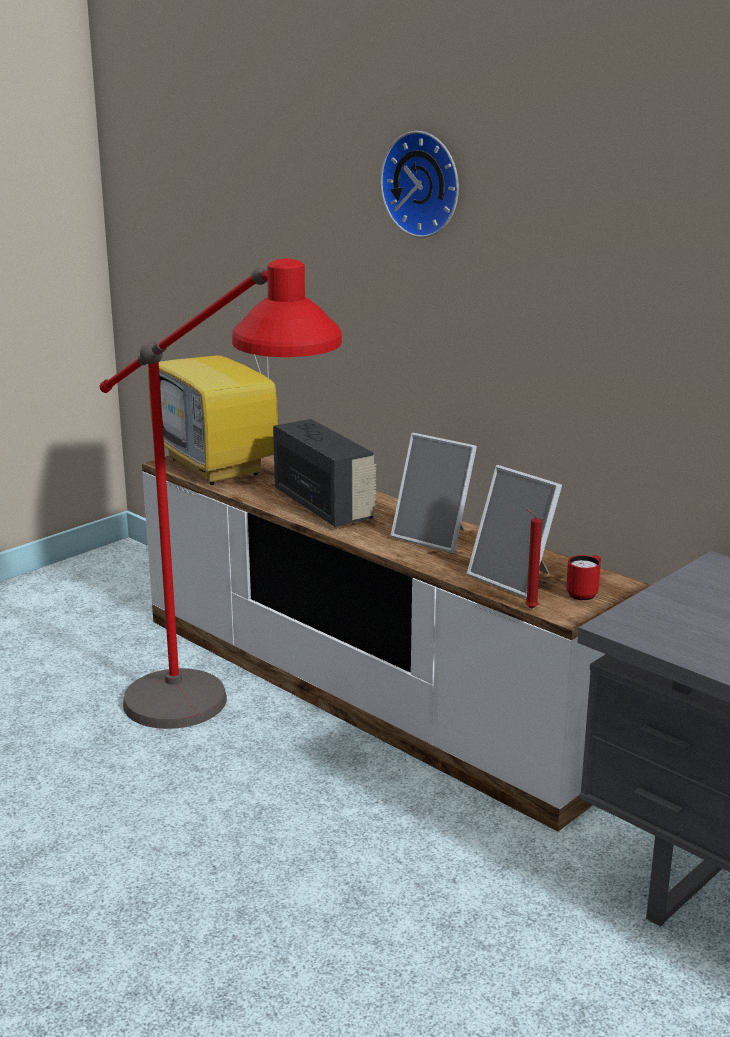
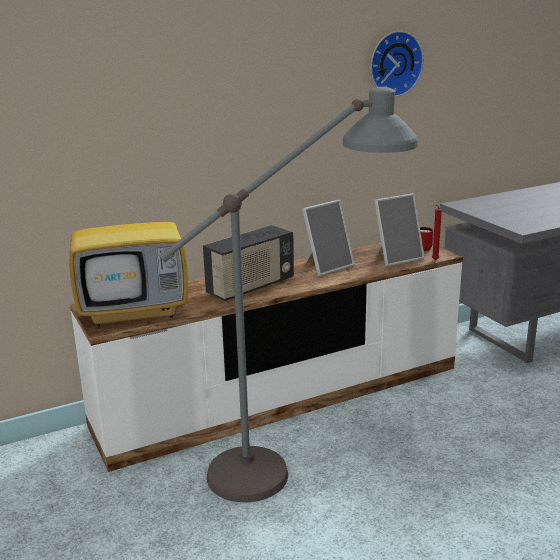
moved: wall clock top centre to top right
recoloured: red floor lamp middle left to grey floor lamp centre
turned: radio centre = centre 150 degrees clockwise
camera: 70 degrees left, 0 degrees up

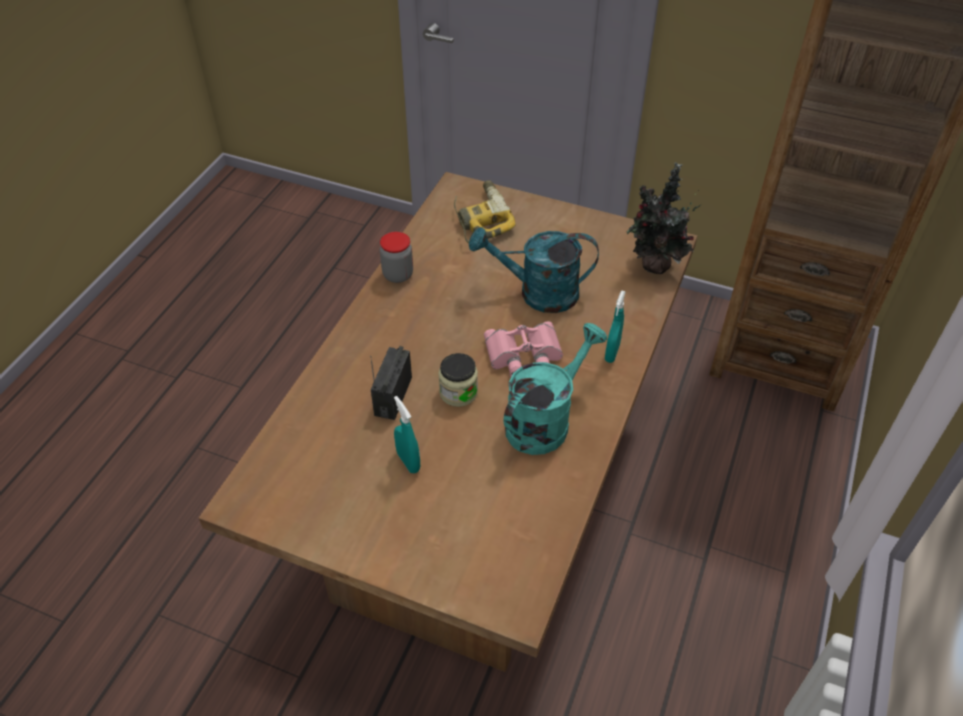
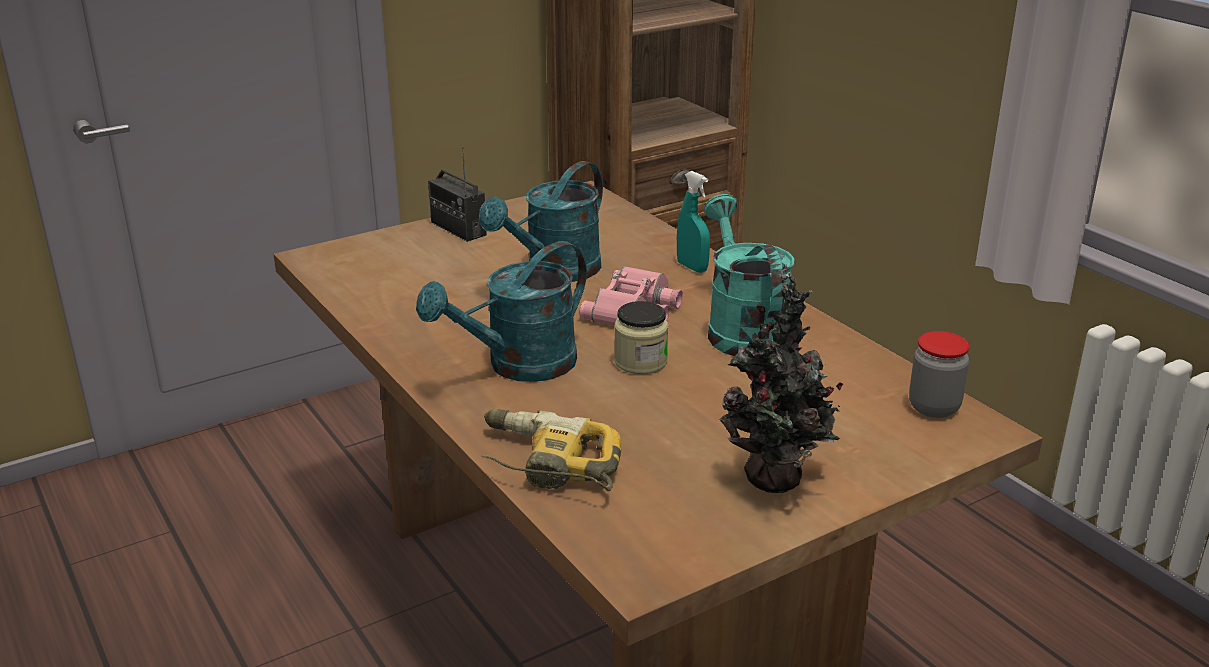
removed: turquoise spray bottle (1st from left) centre
added: turquoise watering can (1st from left) centre
moved: radio centre to top centre; jar (1st from left in the first image) centre to jar (2nd from left) middle right; power drill top centre to bottom centre; potted plant top right to centre
camera: 55 degrees left, 20 degrees down

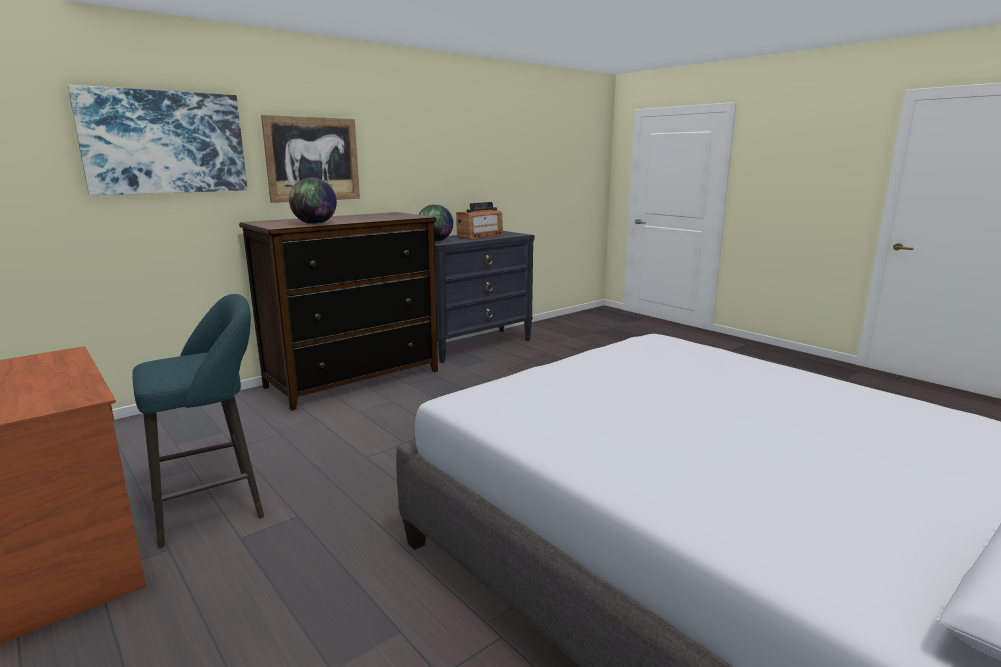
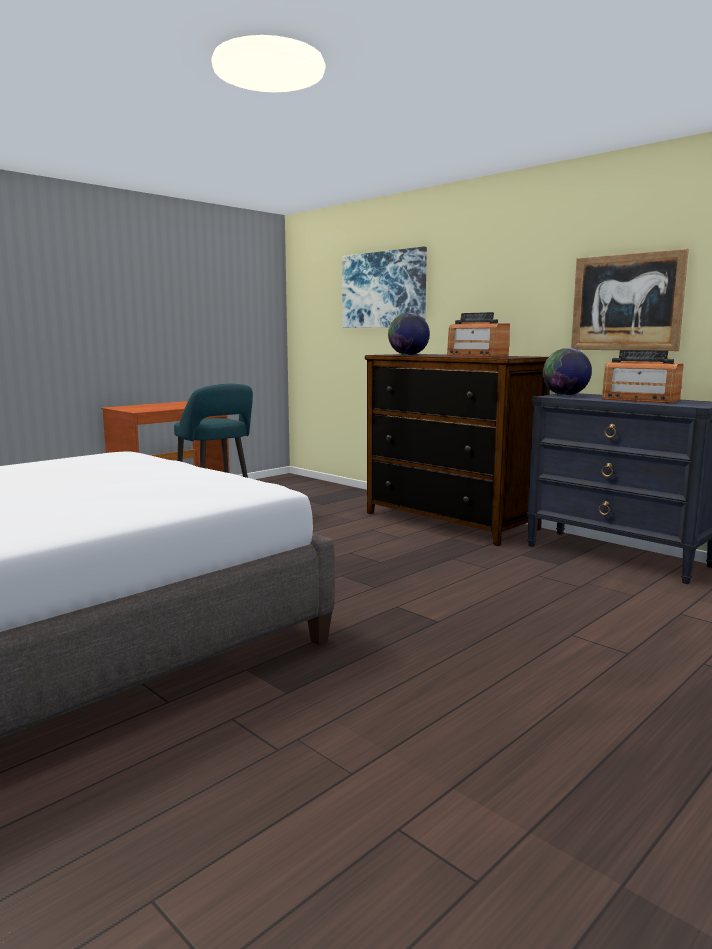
added: radio (1st from left) middle right
moved: picture (2nd from left) top left to top right
camera: 85 degrees right, 5 degrees down

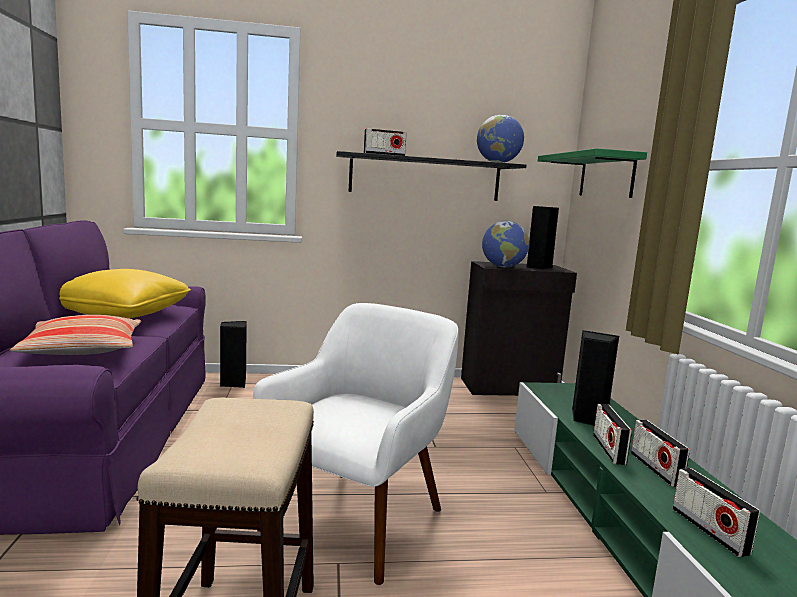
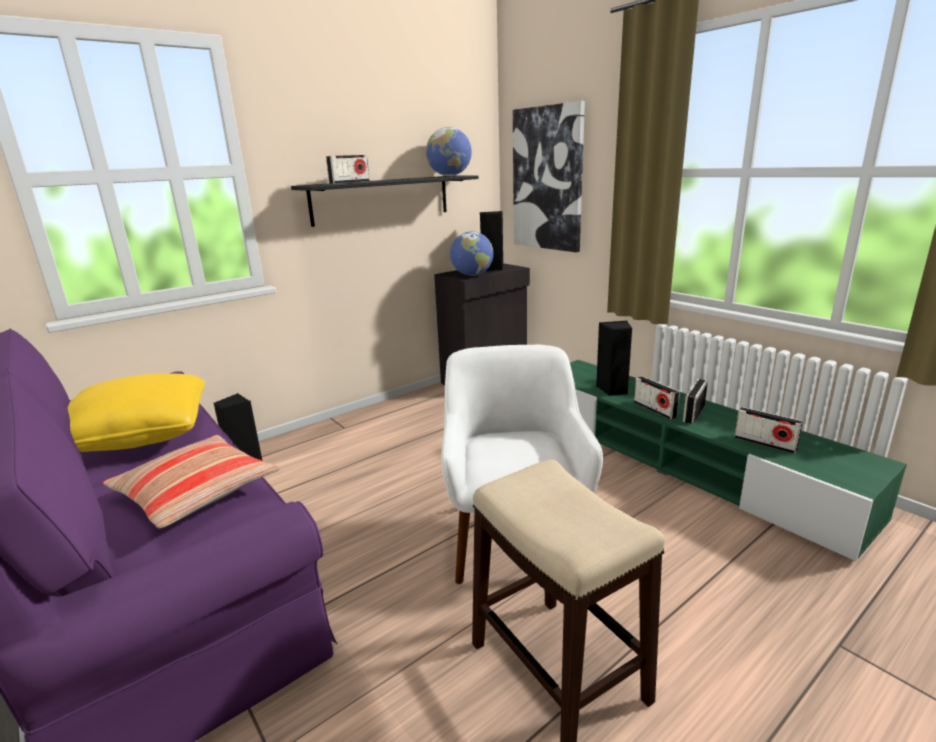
replaced: green shelf top right to picture top centre
turned: radio (3rd from left) bottom right = middle right 75 degrees clockwise
camera: 30 degrees left, 10 degrees up

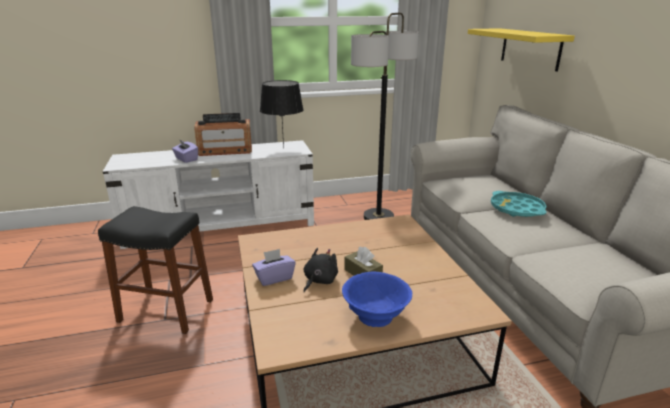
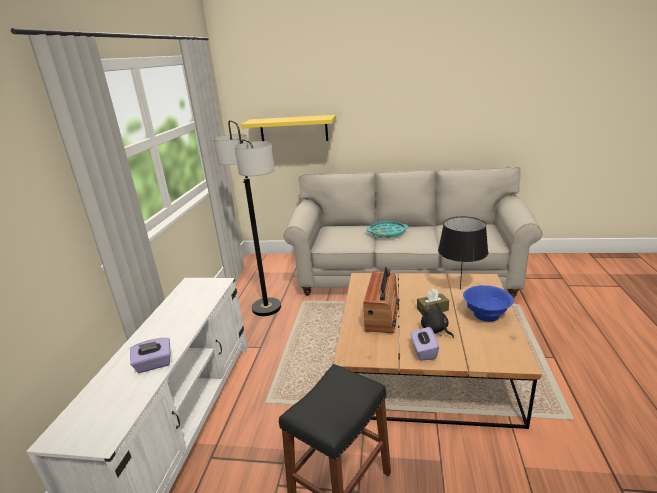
moved: radio top left to centre; black table lamp top centre to middle right
camera: 65 degrees left, 0 degrees up

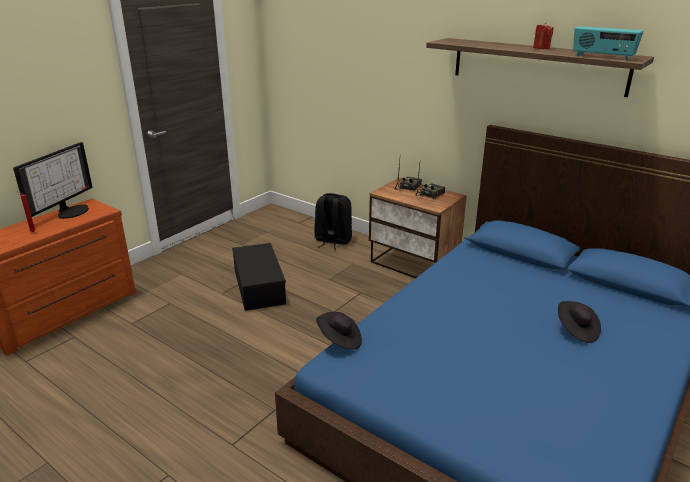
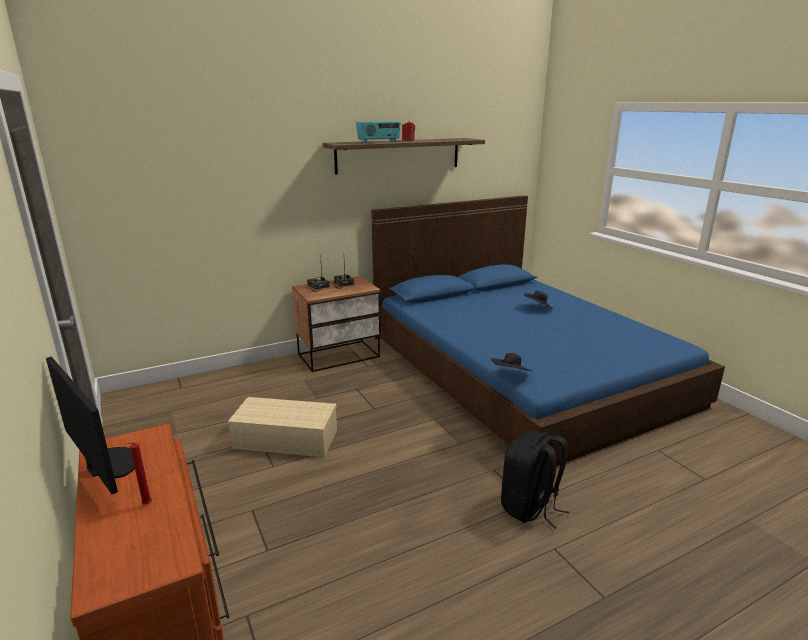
moved: black backpack centre to bottom centre; radio (3rd from left) top right to top centre
recoloured: black storage box centre to beige storage box bottom centre
camera: 65 degrees left, 5 degrees down

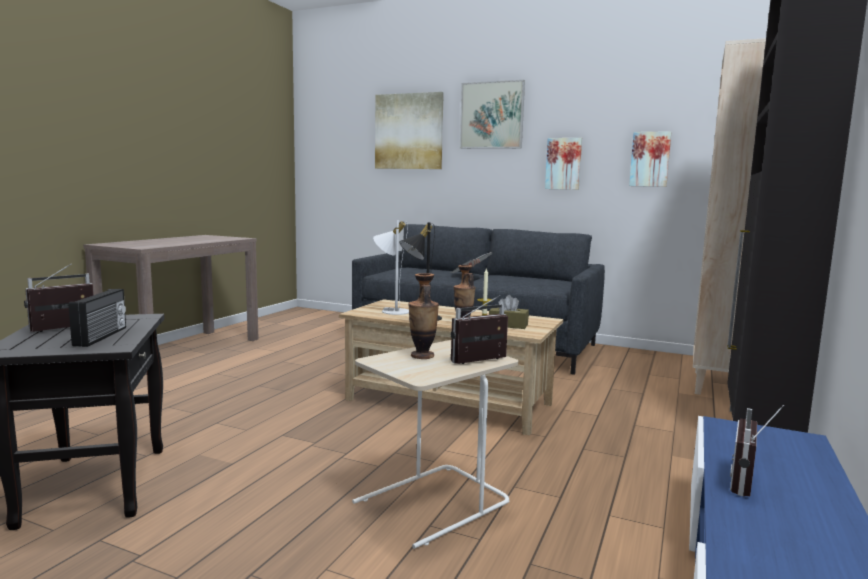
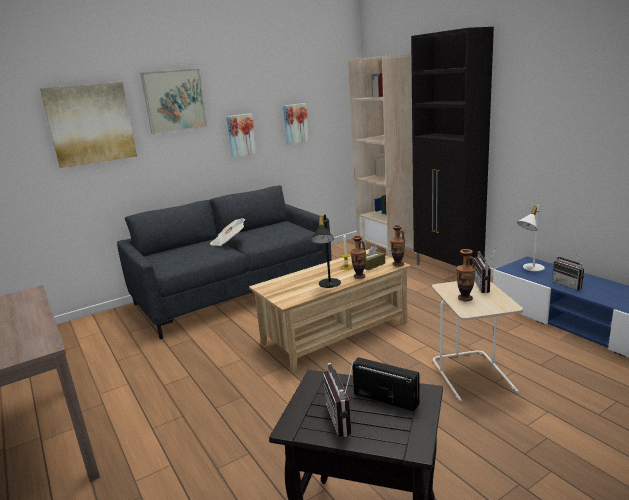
added: vase (2nd from left) centre
moved: white table lamp centre to middle right
camera: 55 degrees left, 10 degrees up

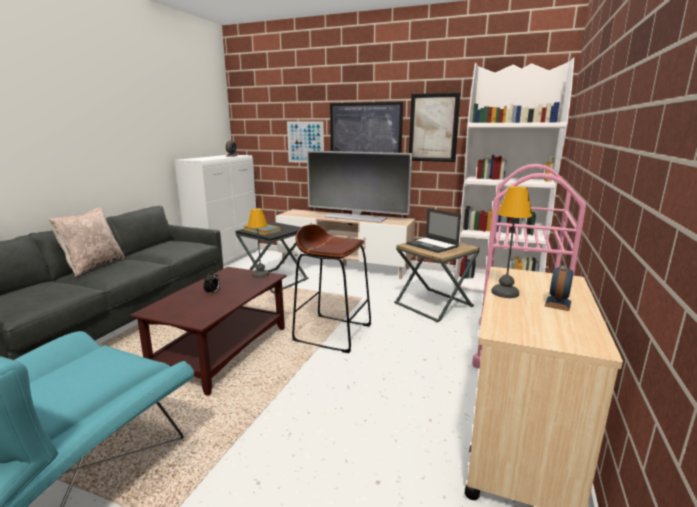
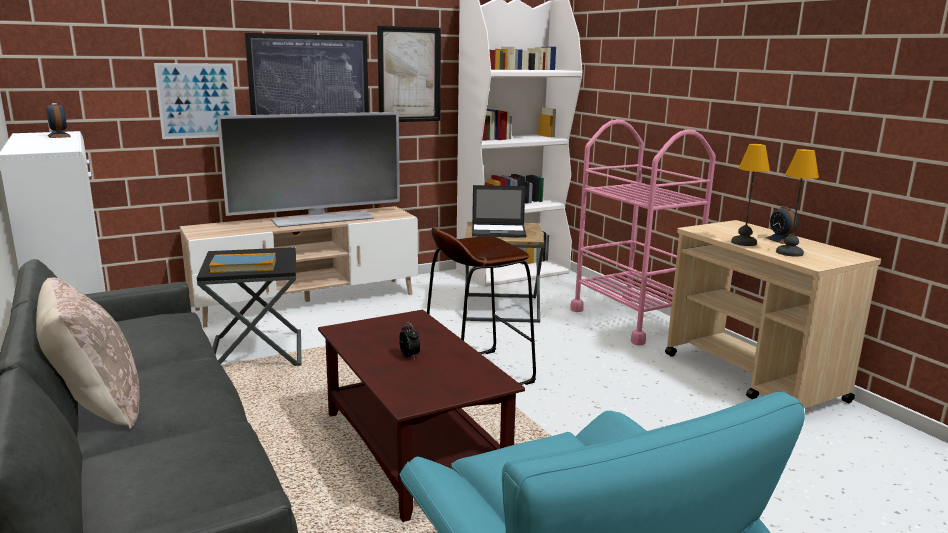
moved: table lamp (1st from left in the first image) centre to table lamp (2nd from left) middle right
camera: 50 degrees left, 0 degrees up

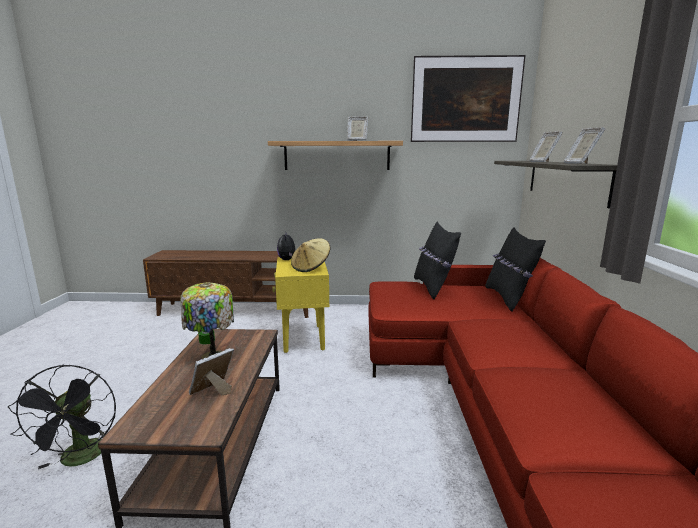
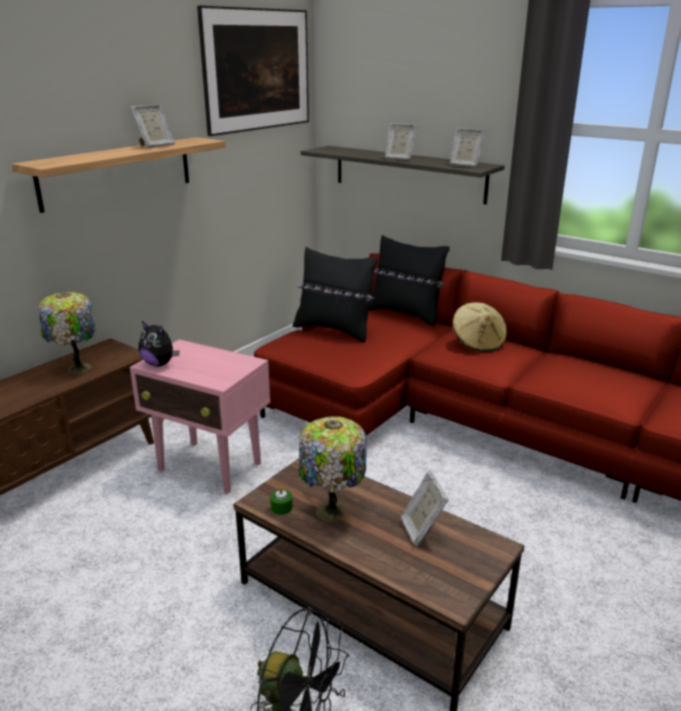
added: table lamp (1st from left) middle left
moved: beige hat centre to middle right
recoloured: yellow side table centre to pink side table middle left
camera: 55 degrees left, 10 degrees up

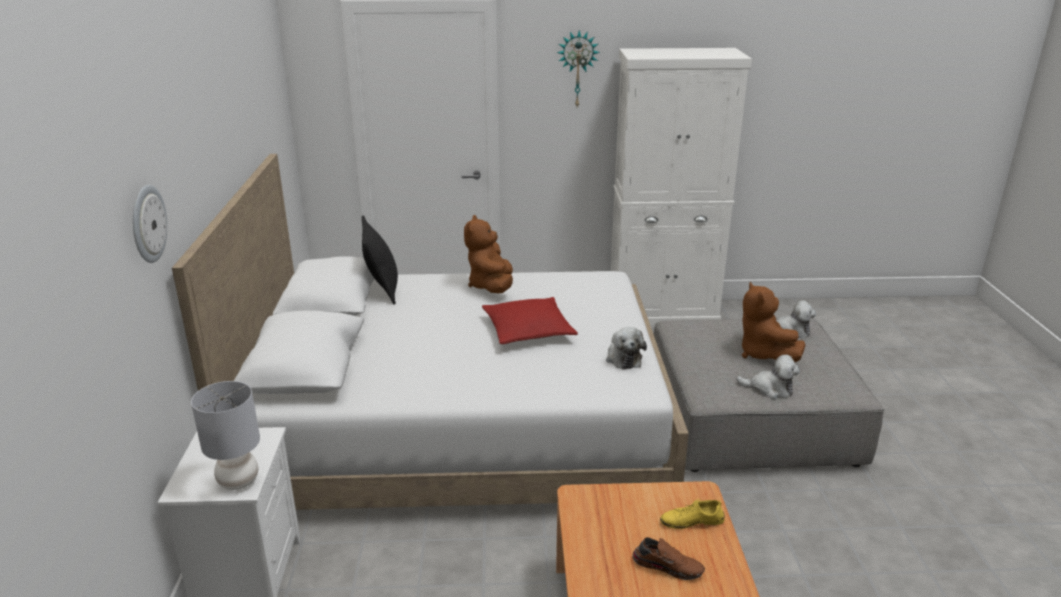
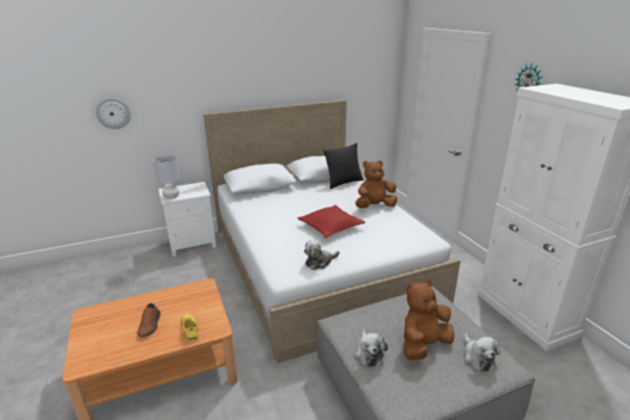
moved: wall clock (1st from left) middle left to top left
camera: 70 degrees right, 0 degrees up

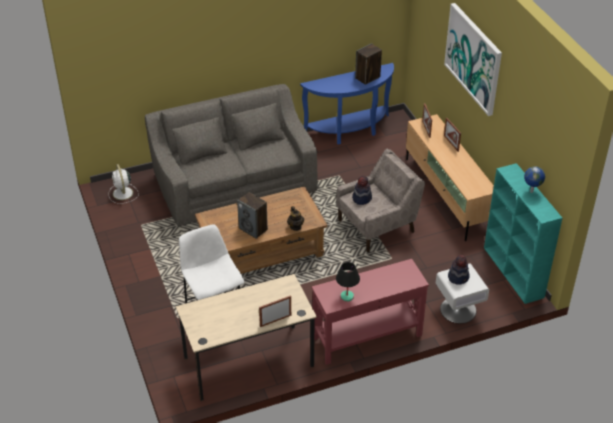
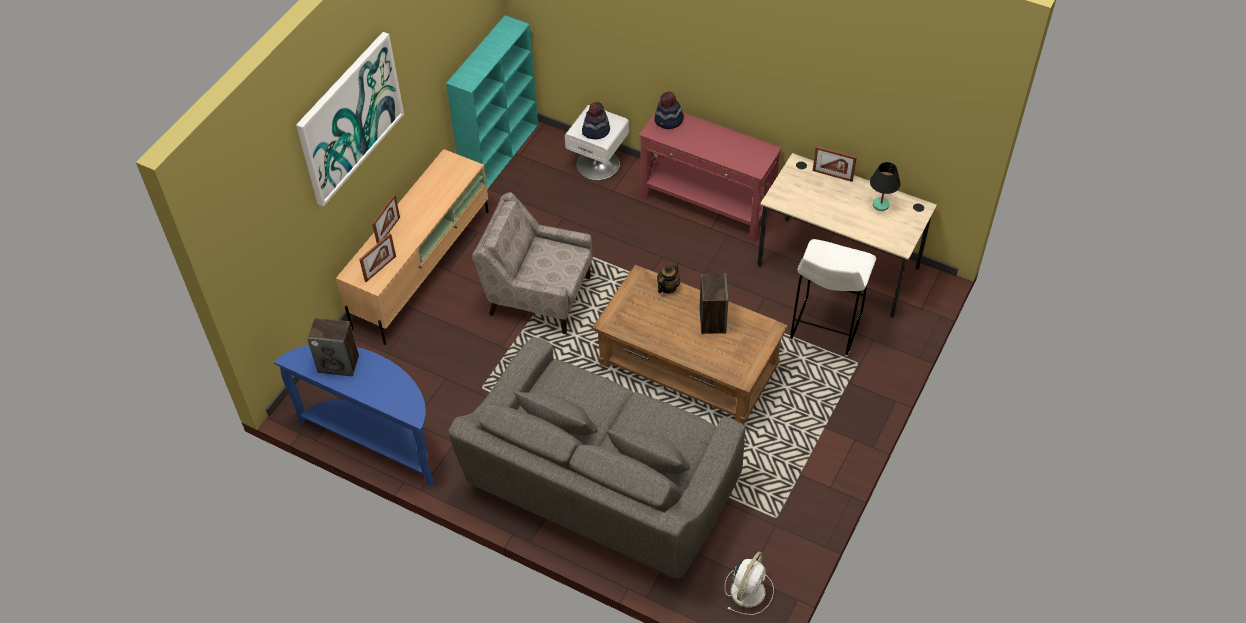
removed: globe middle right
moved: black table lamp bottom centre to top right; hat (1st from left in the first image) centre to hat (2nd from left) top centre
camera: 130 degrees left, 10 degrees up

